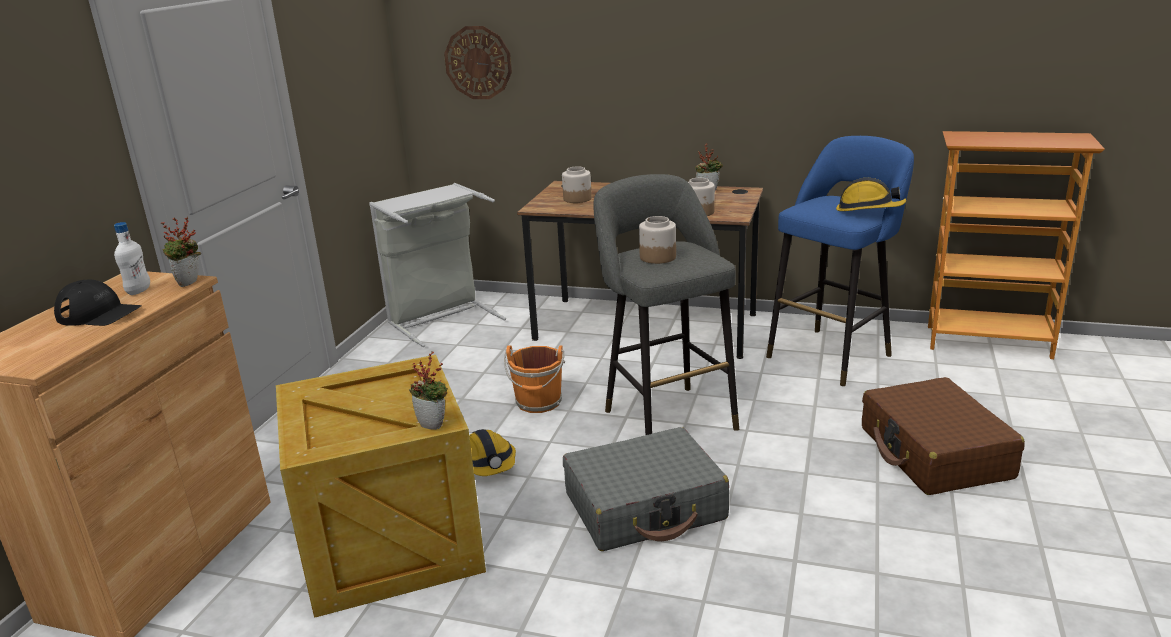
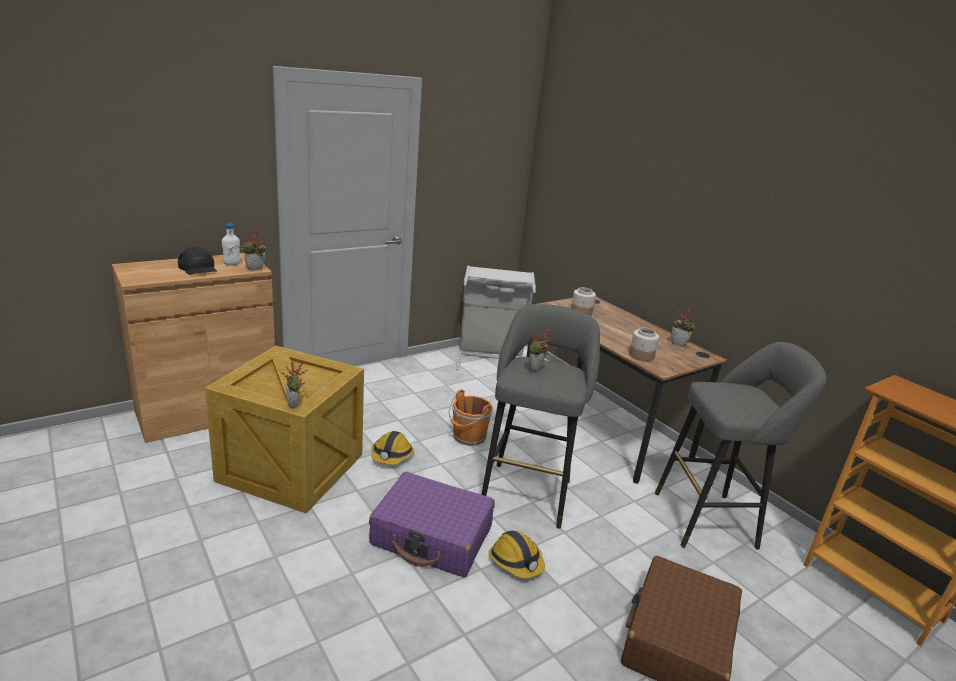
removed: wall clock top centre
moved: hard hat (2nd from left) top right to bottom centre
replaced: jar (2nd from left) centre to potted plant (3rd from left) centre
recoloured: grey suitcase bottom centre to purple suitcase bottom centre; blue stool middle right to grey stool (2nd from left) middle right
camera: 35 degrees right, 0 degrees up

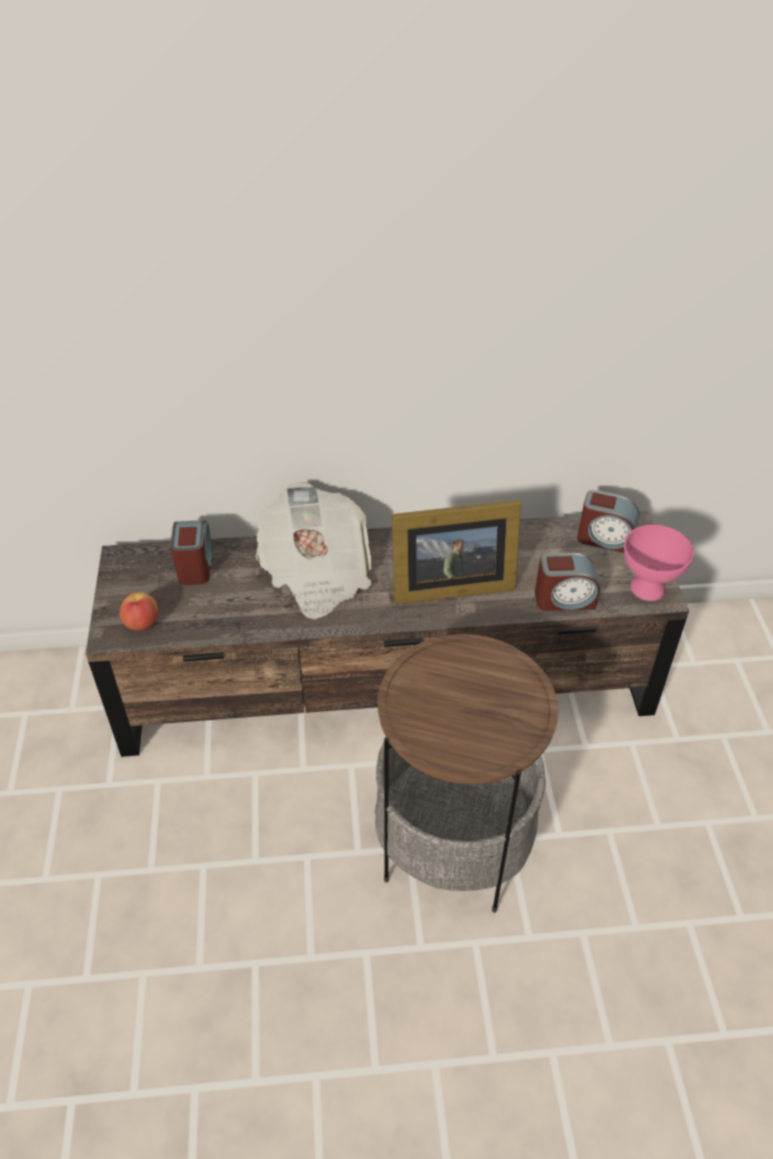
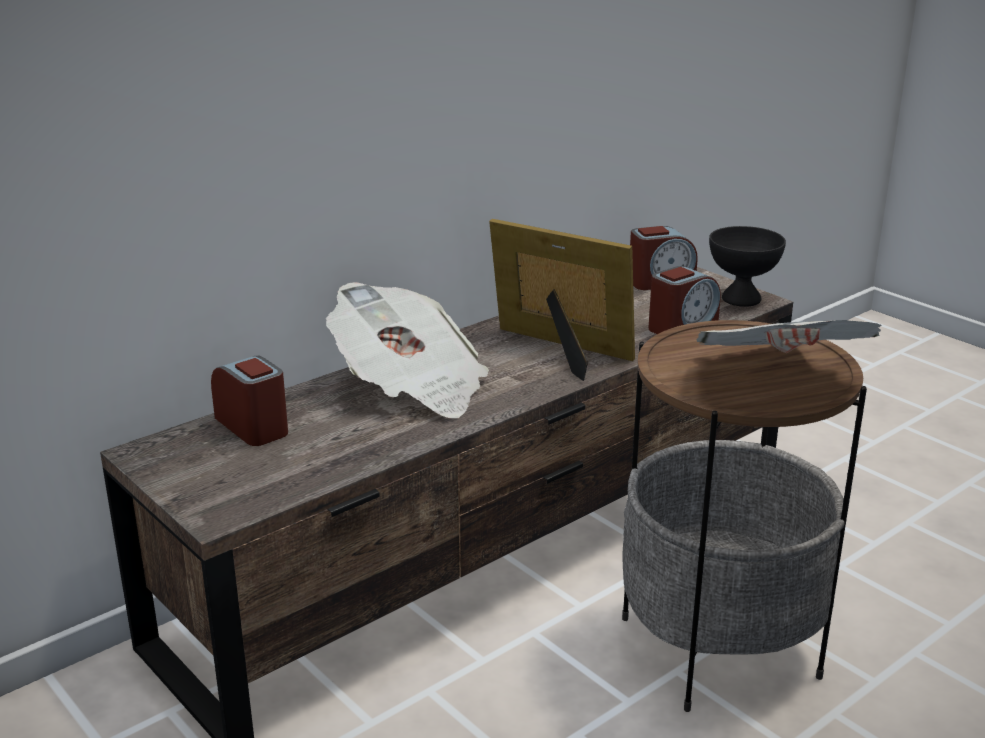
removed: apple middle left
added: newspaper (2nd from left) middle right
recoloured: pink bowl middle right to black bowl middle right
turned: picture frame centre = centre 105 degrees counterclockwise
camera: 35 degrees left, 20 degrees down

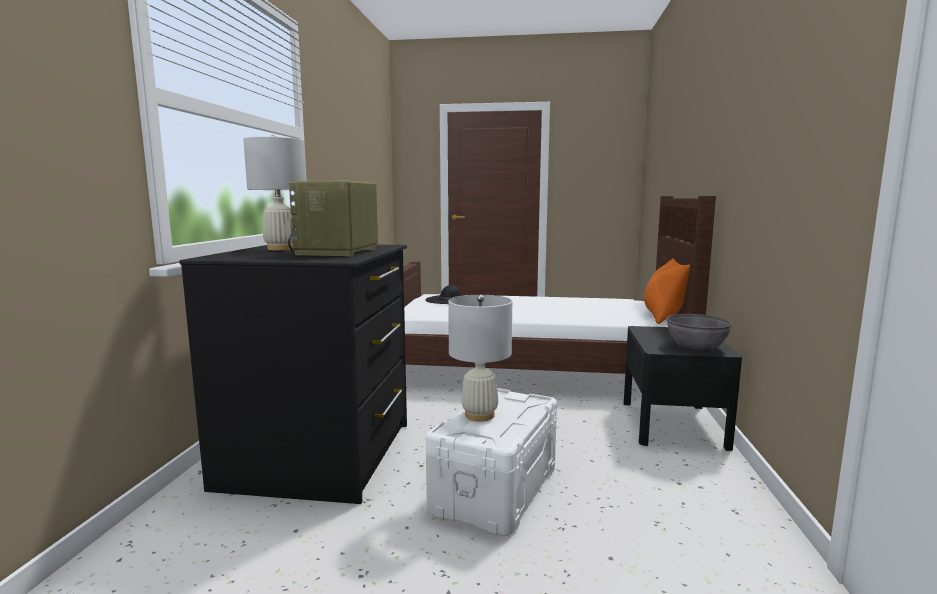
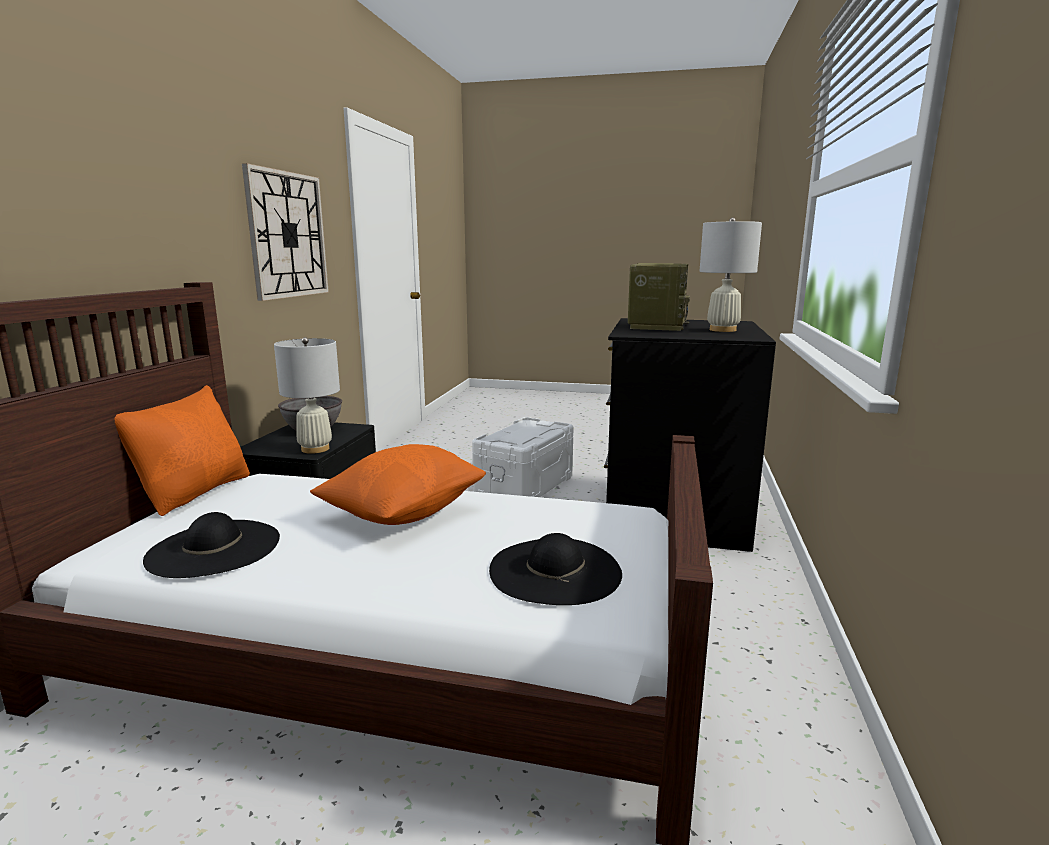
added: black hat (1st from left) middle left; wall clock top left; orange pillow (2nd from left) centre
moved: white table lamp (2nd from left in the first image) centre to white table lamp (1st from left) middle left
camera: 175 degrees left, 5 degrees up

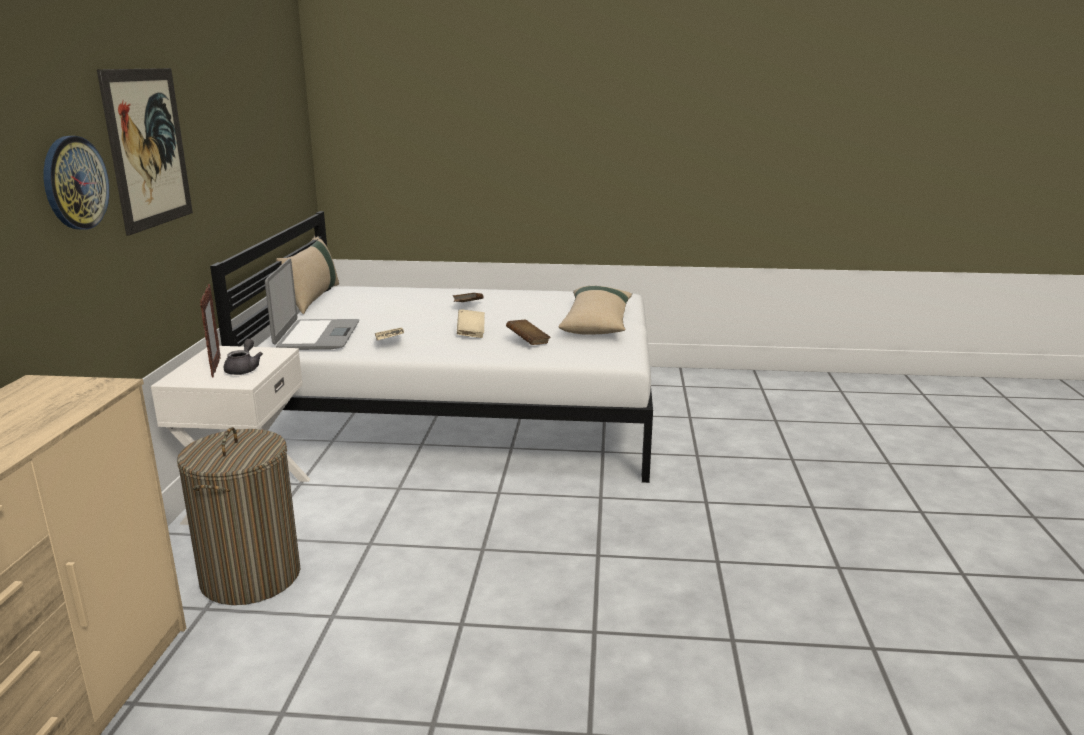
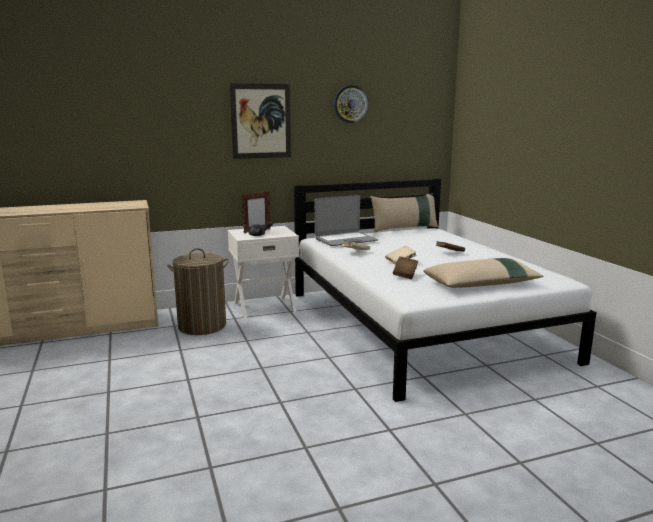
moved: wall clock top left to top centre
camera: 65 degrees right, 5 degrees down

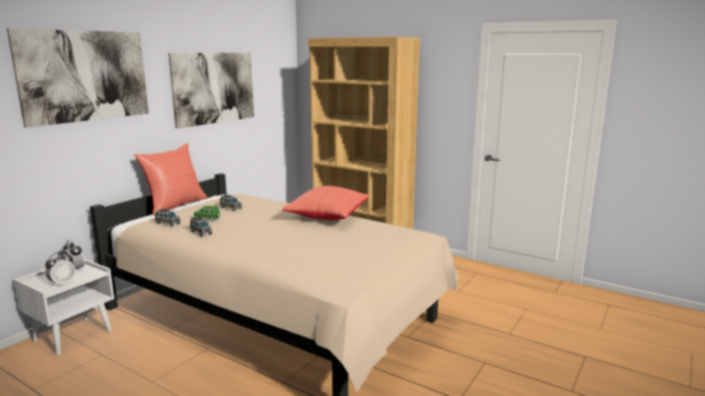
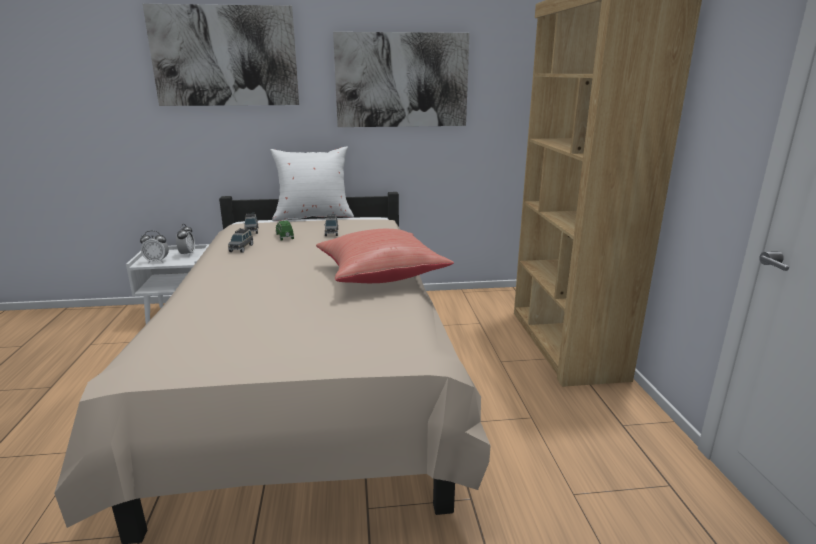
recoloured: red pillow (1st from left) middle left to white pillow centre
camera: 50 degrees right, 5 degrees up

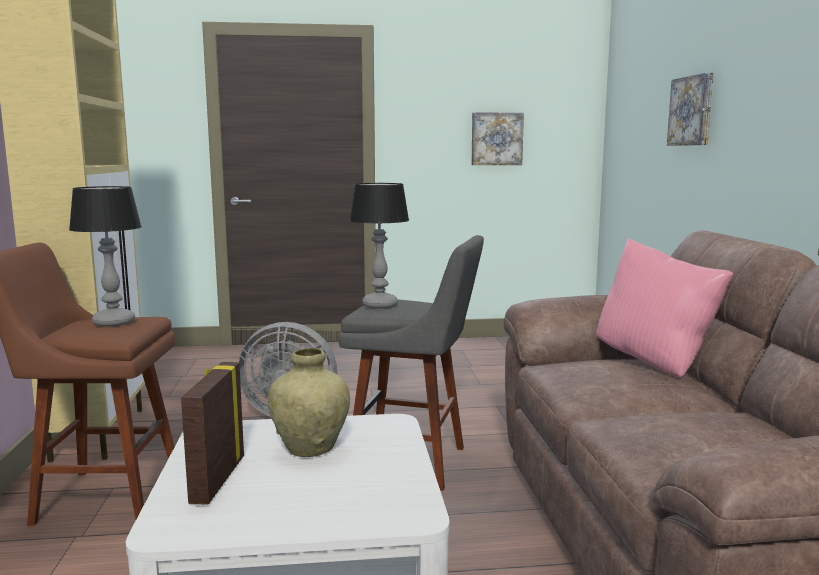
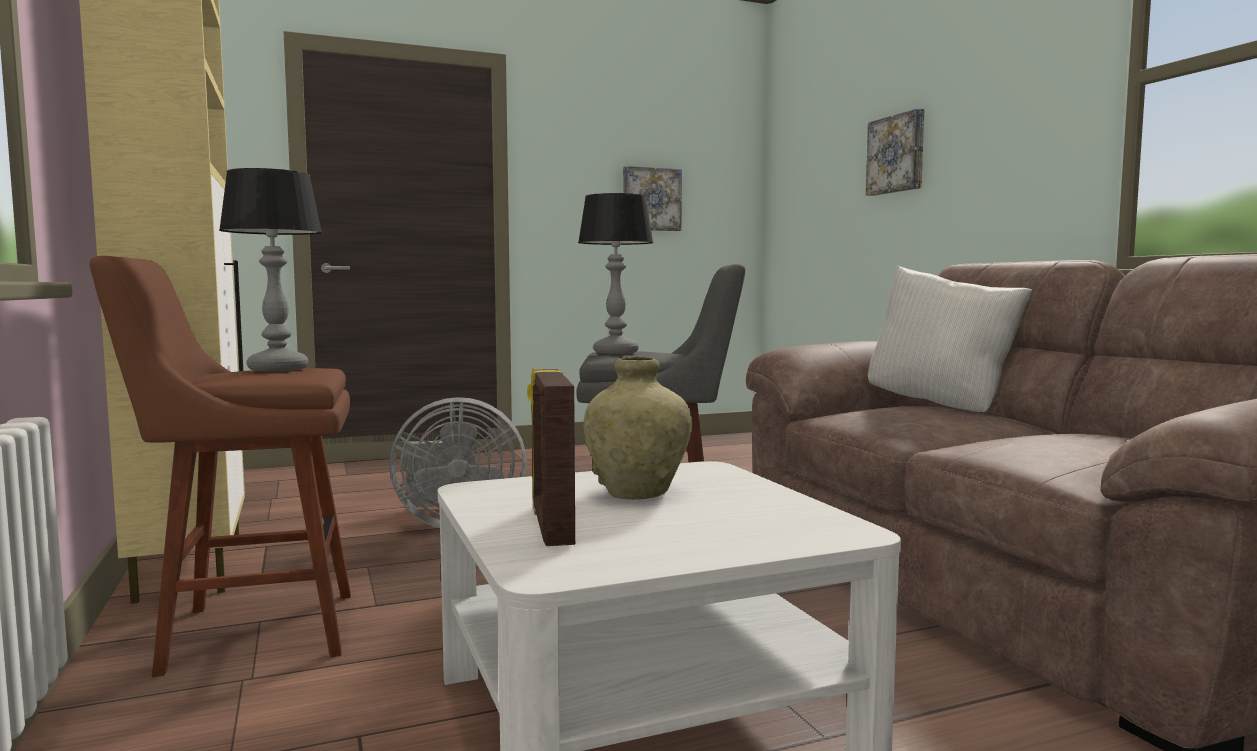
recoloured: pink pillow middle right to white pillow middle right
camera: 15 degrees left, 5 degrees down

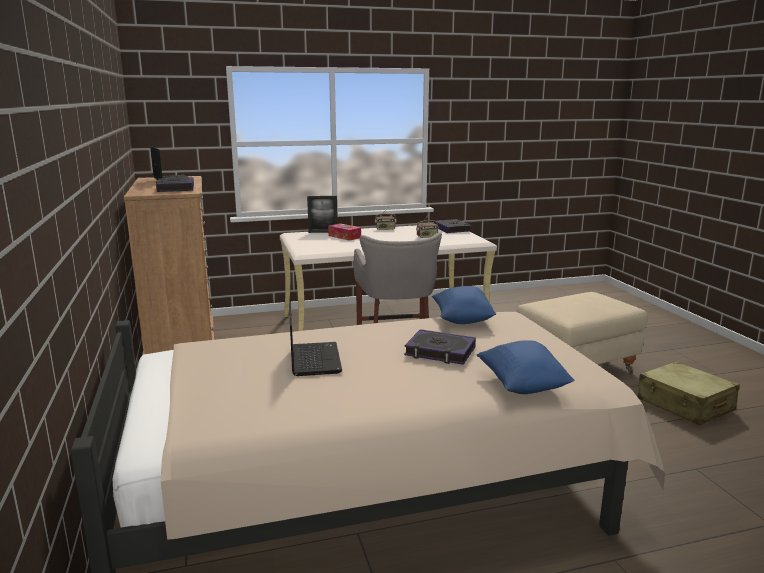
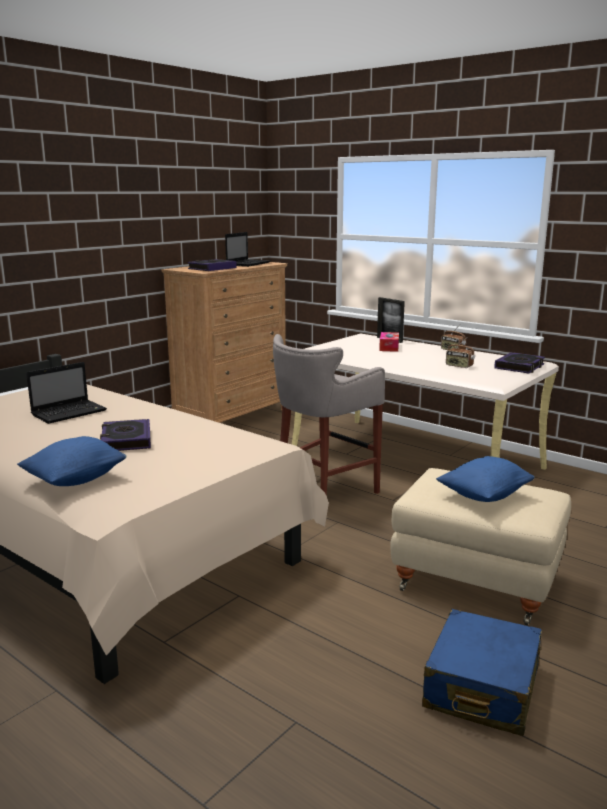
moved: blue pillow (1st from left in the first image) centre to blue pillow (2nd from left) middle right
recoloured: beige suitcase bottom right to blue suitcase bottom right
camera: 55 degrees right, 0 degrees up

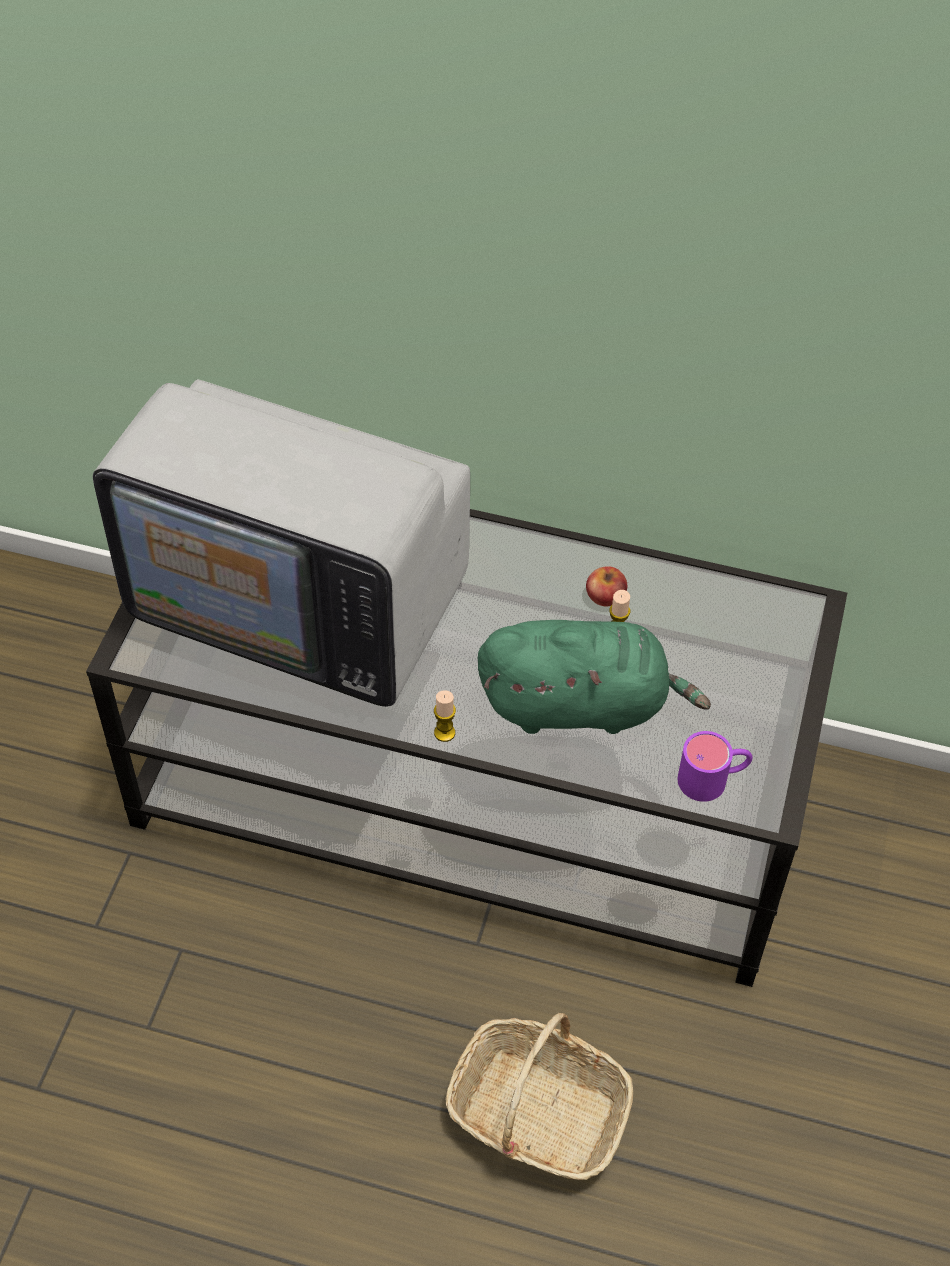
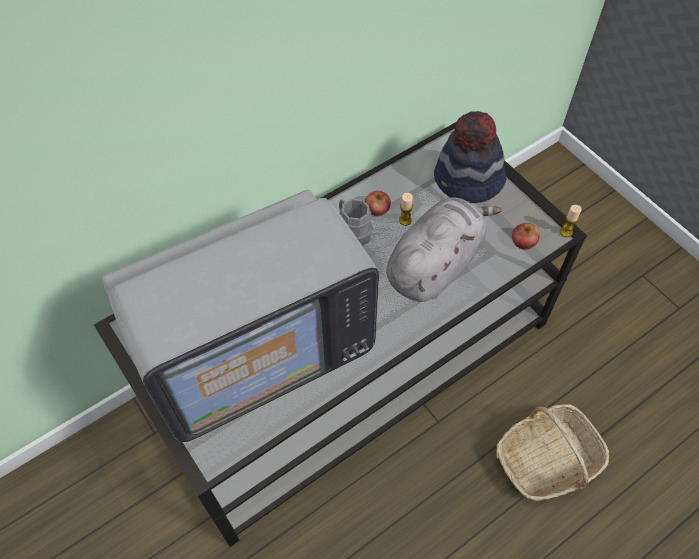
added: grey mug centre; hat top right
moved: candle (1st from left in the first image) centre to candle (2nd from left) middle right
replaced: purple mug middle right to apple (2nd from left) middle right
recoloured: green plush toy centre to grey plush toy centre
camera: 50 degrees left, 5 degrees up

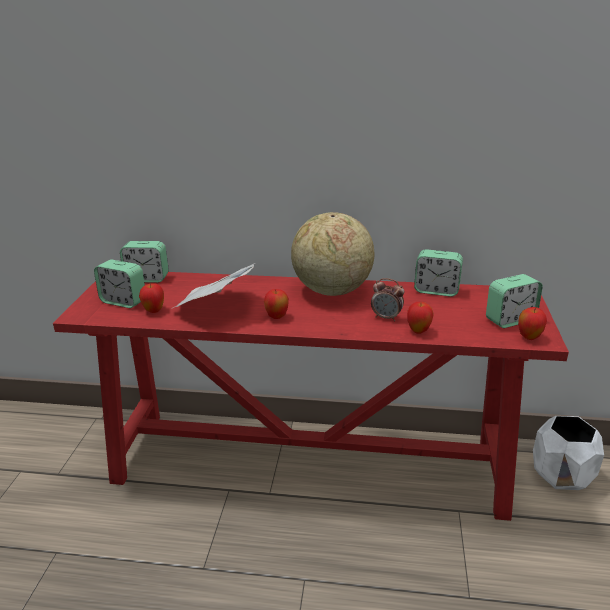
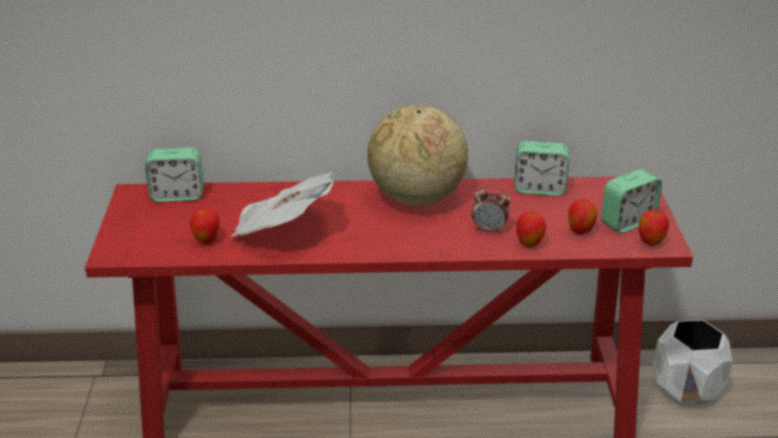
removed: alarm clock (1st from left) middle left
moved: apple (2nd from left in the first image) centre to apple (3rd from left) middle right
camera: 10 degrees left, 5 degrees up

